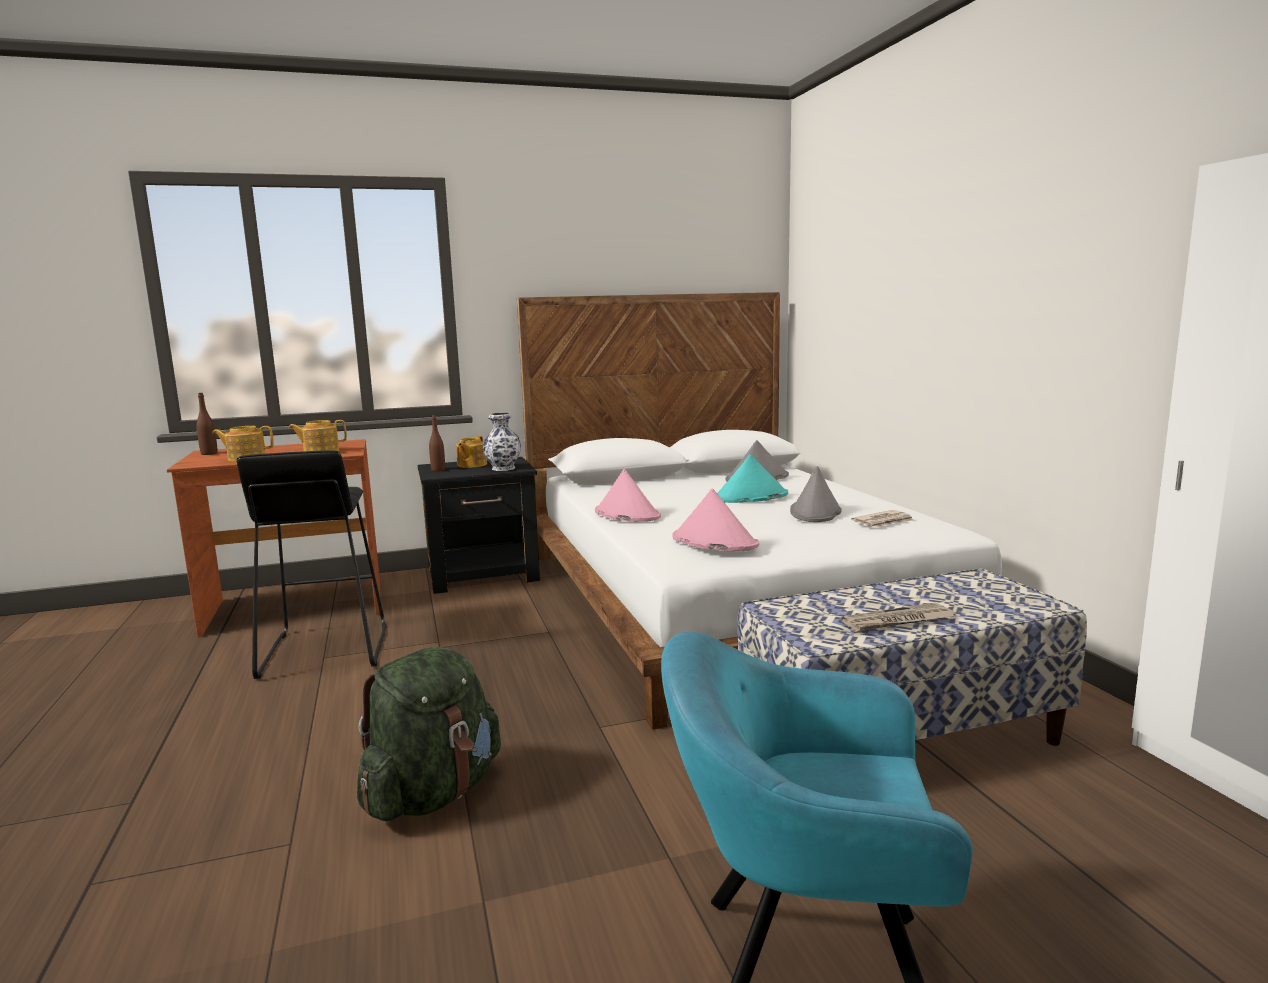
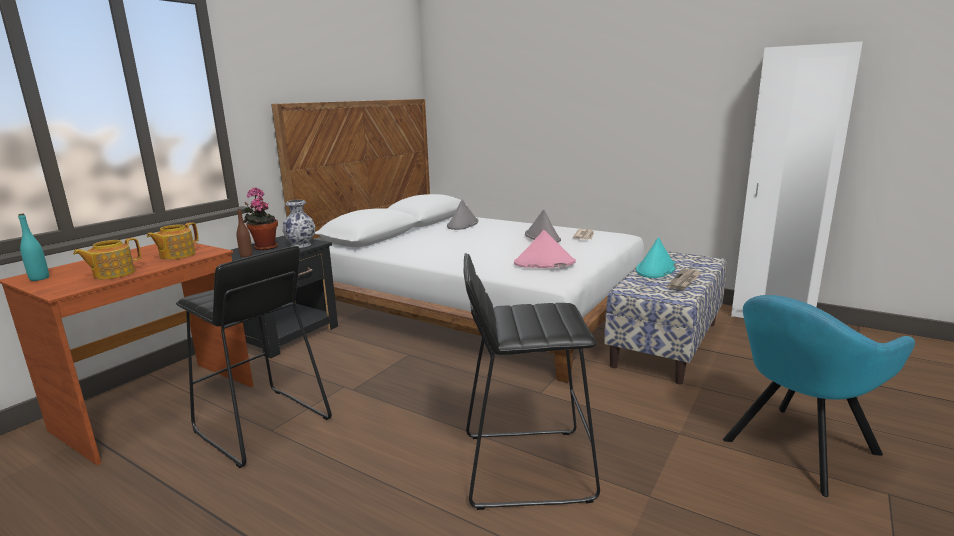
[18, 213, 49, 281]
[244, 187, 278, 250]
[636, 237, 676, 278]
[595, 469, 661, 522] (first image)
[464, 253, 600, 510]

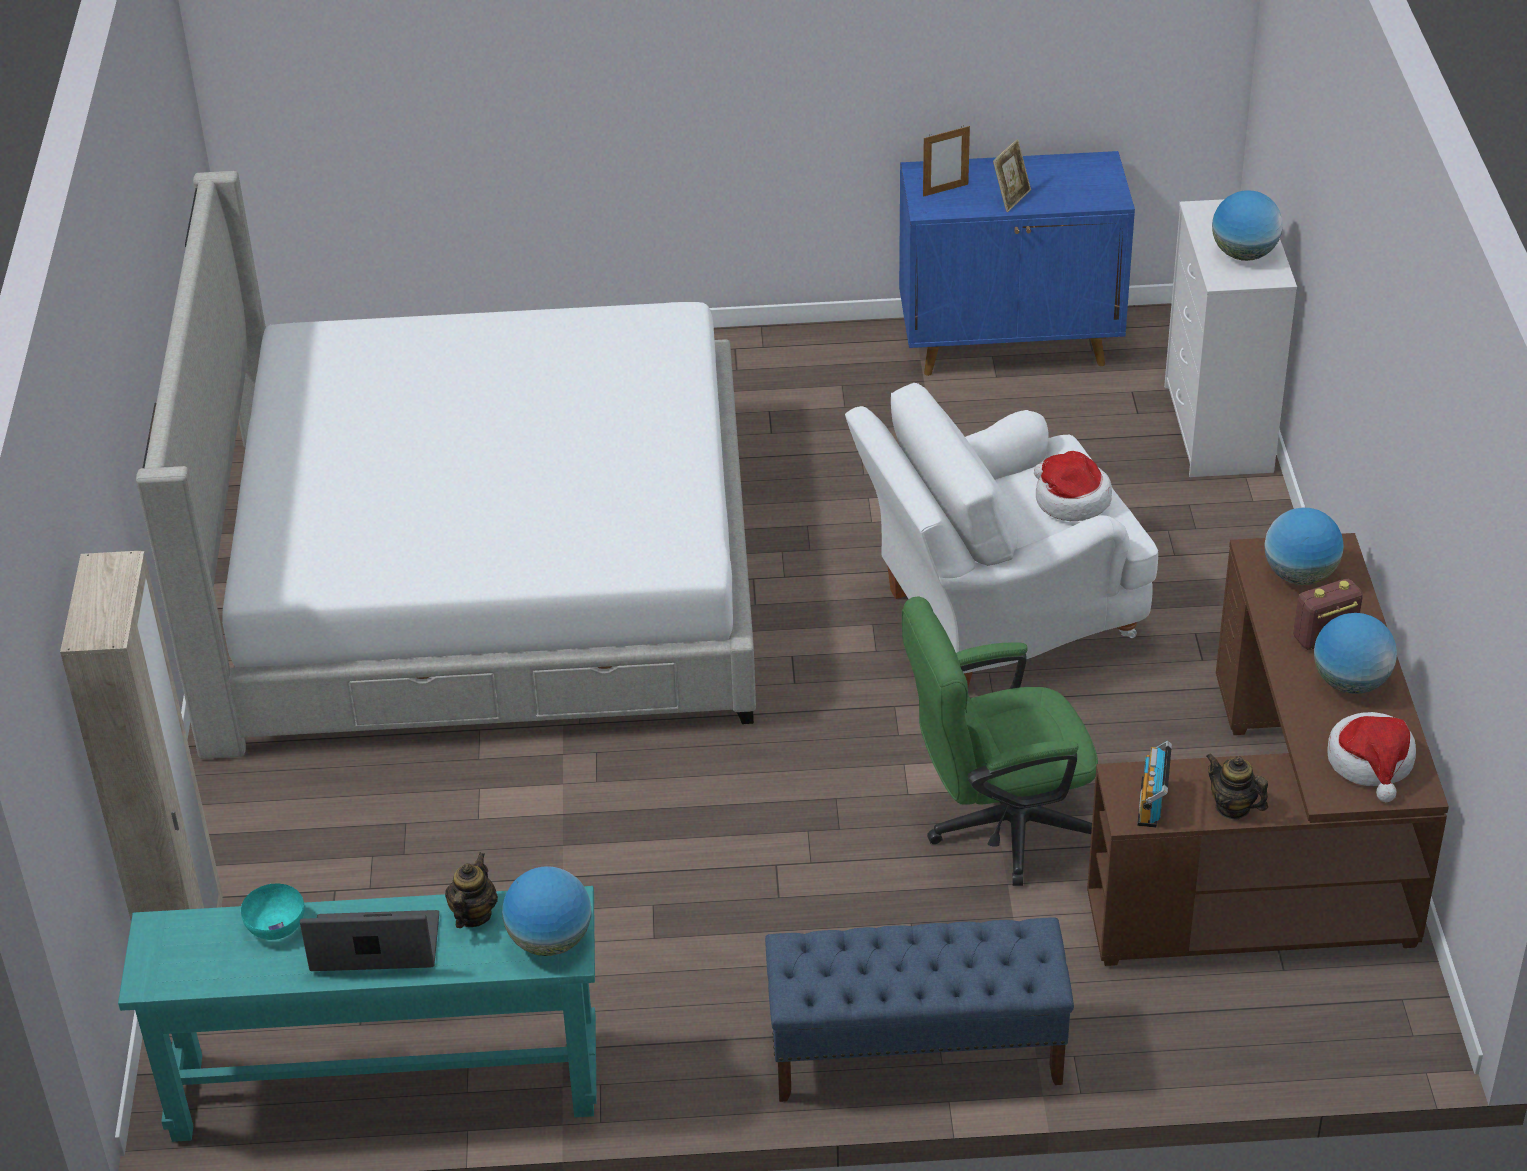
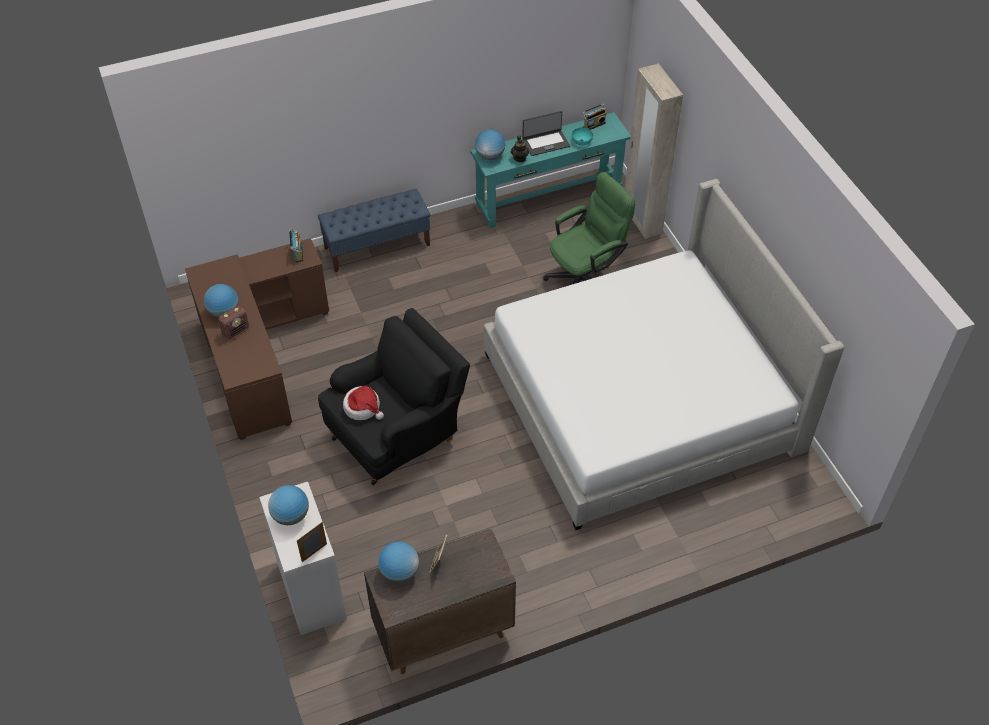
[297, 522, 327, 562]
[364, 529, 516, 674]
[318, 308, 470, 485]
[378, 542, 419, 583]
[543, 172, 635, 284]
[1328, 712, 1416, 802] (first image)
[1206, 753, 1268, 820] (first image)
[582, 104, 606, 130]

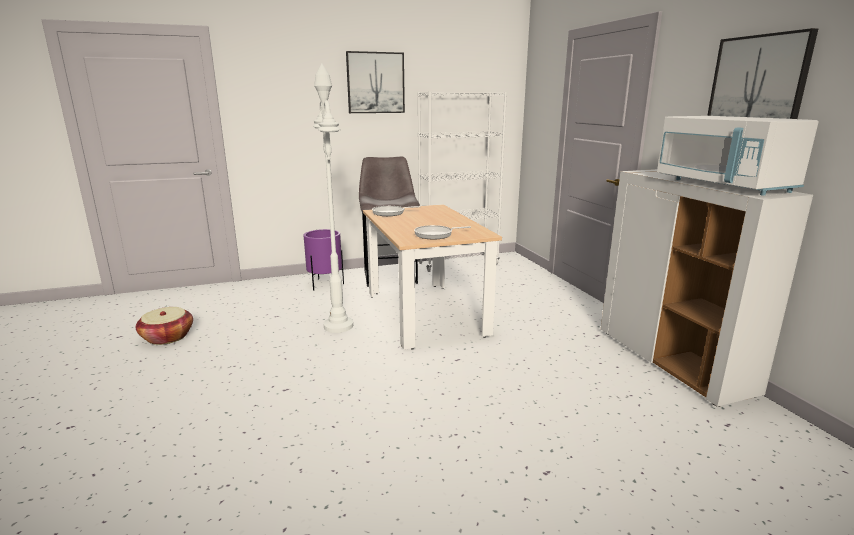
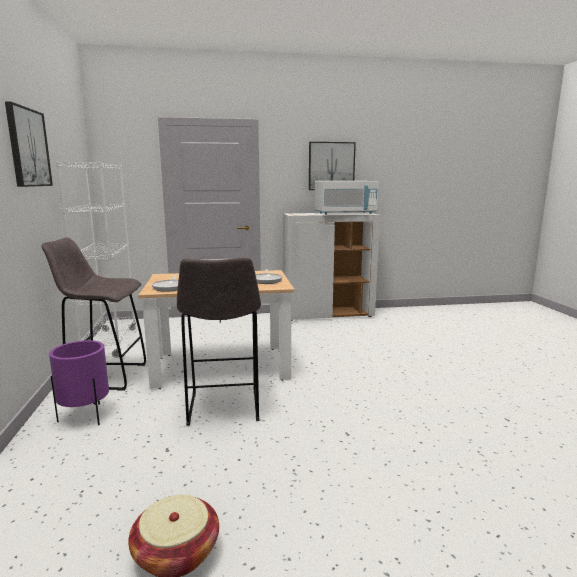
[177, 257, 261, 426]

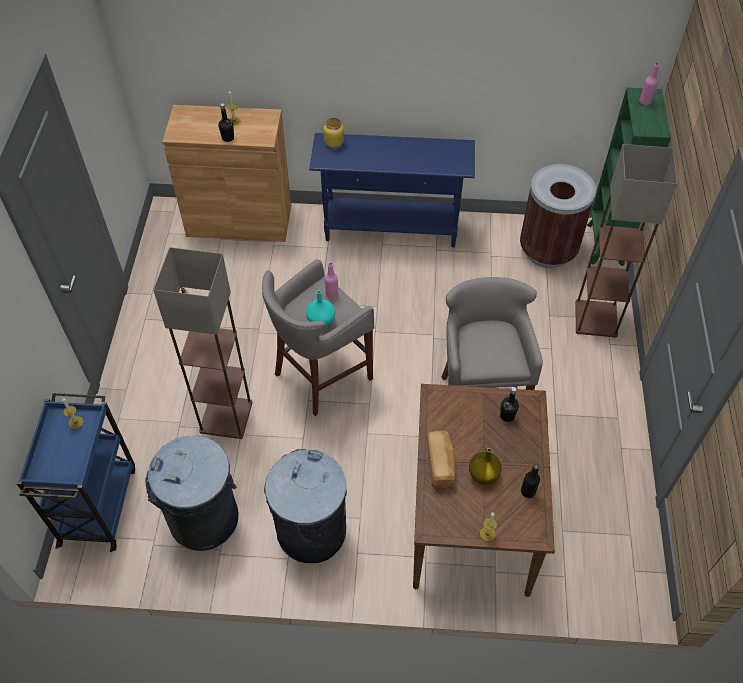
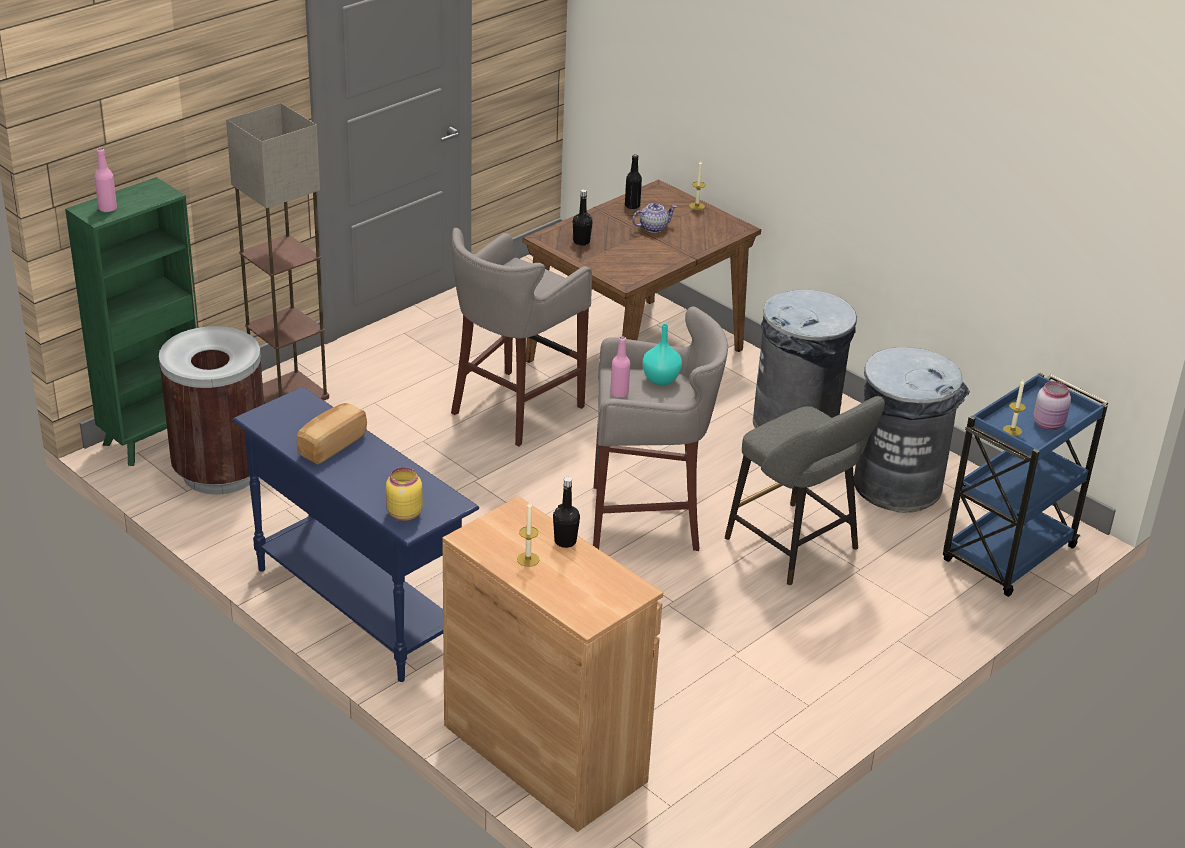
[725, 396, 885, 585]
[297, 403, 367, 465]
[632, 203, 677, 233]
[1033, 381, 1071, 430]

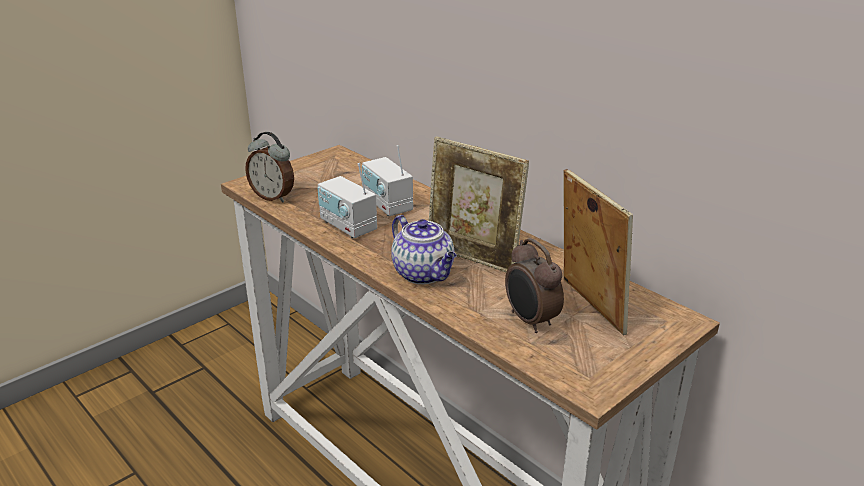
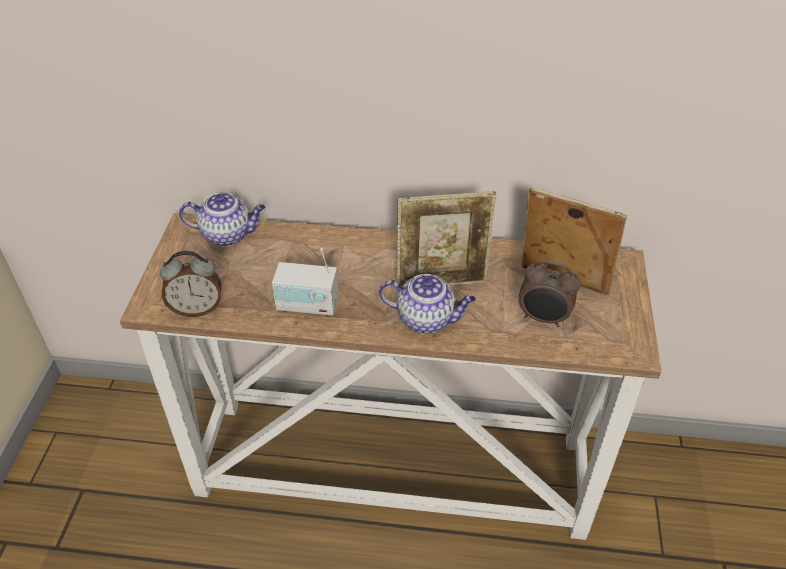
[362, 145, 413, 216] (first image)
[179, 192, 265, 246]

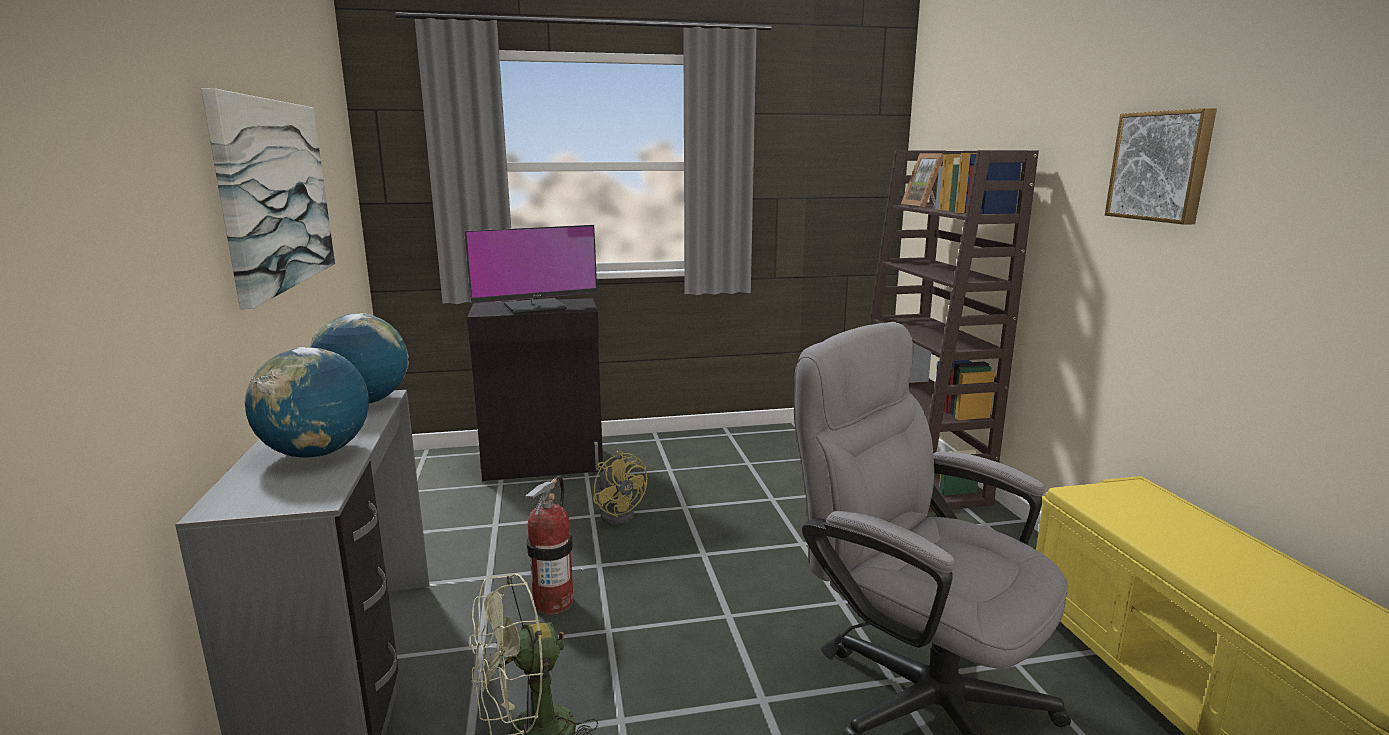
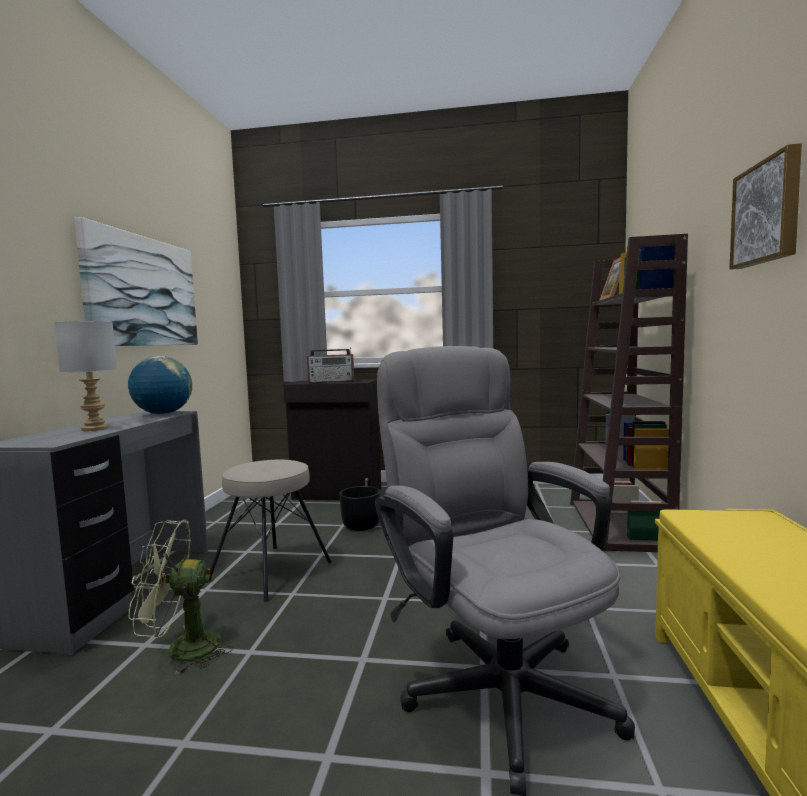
[307, 347, 354, 383]
[54, 321, 117, 431]
[339, 486, 380, 531]
[209, 460, 332, 602]

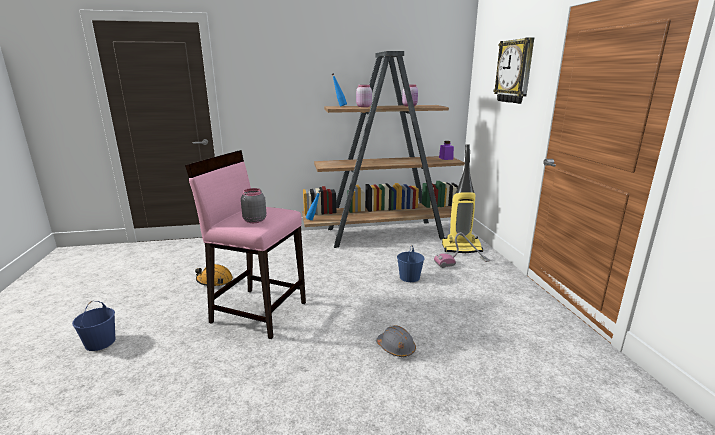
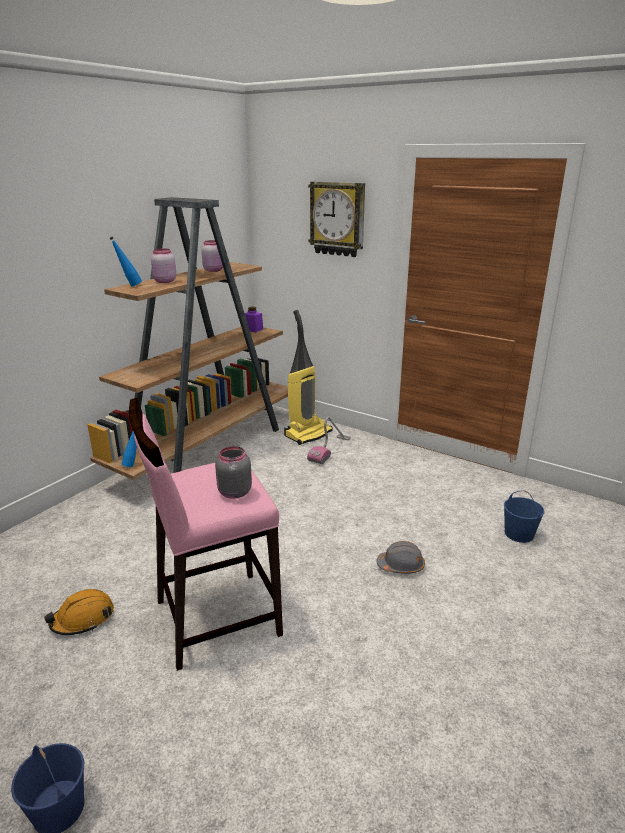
[504, 490, 544, 543]

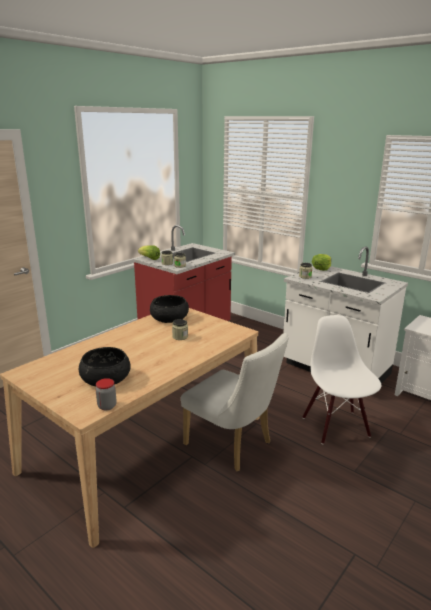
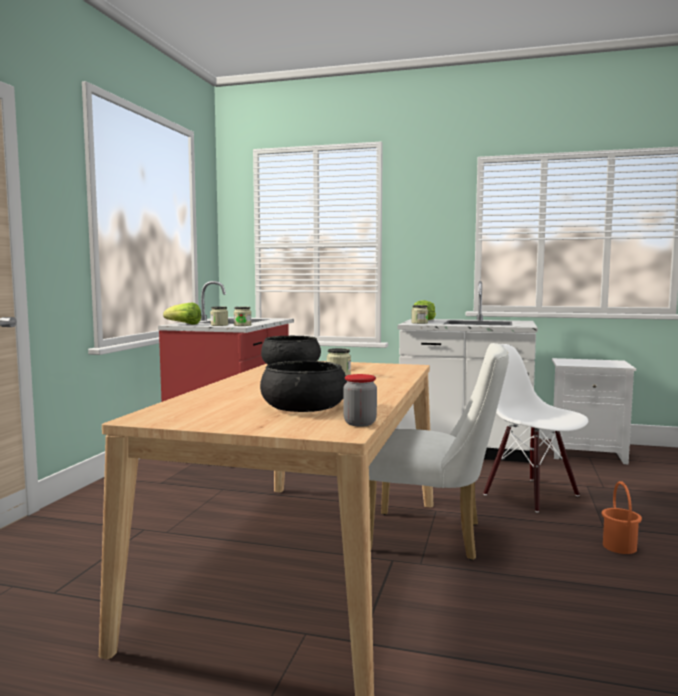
[602, 481, 642, 554]

